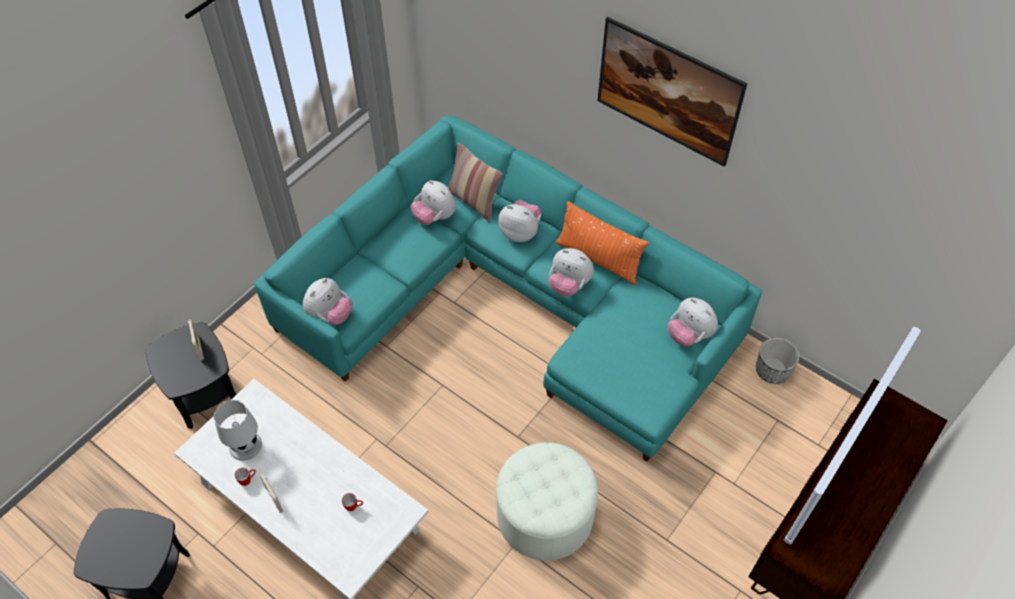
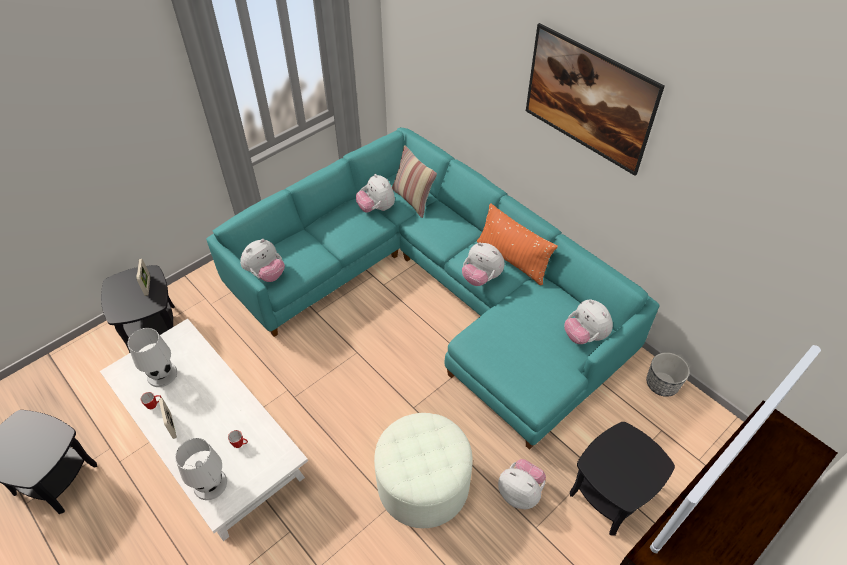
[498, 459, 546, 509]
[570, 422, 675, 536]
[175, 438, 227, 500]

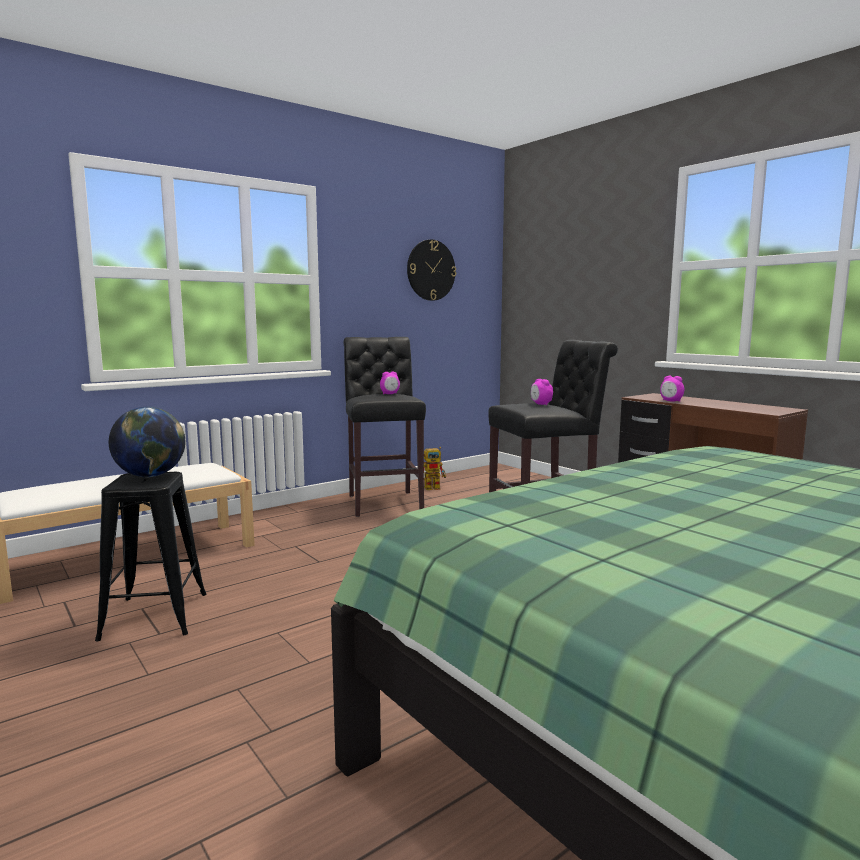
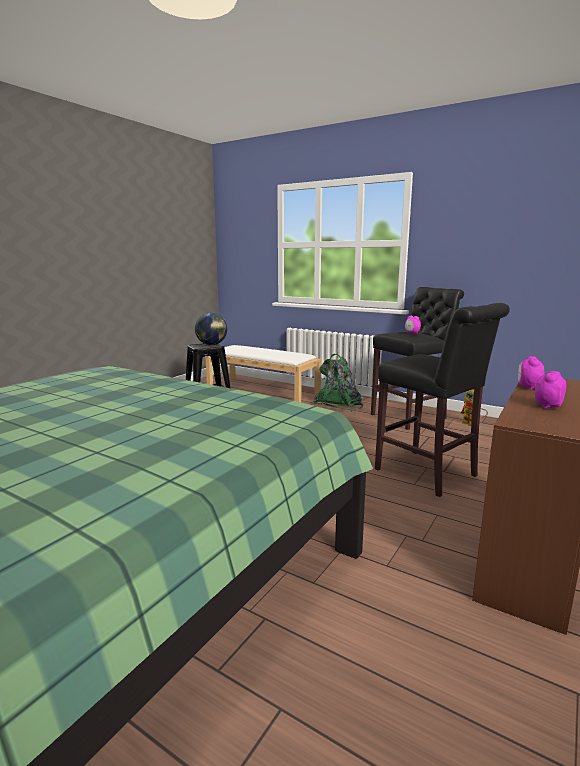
[407, 239, 456, 301] (first image)
[535, 371, 566, 409]
[313, 354, 364, 412]

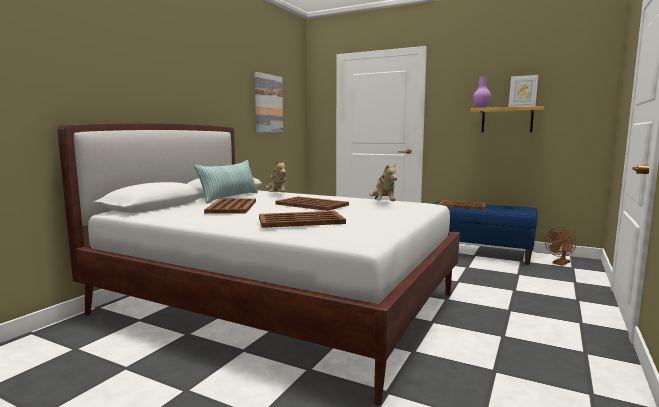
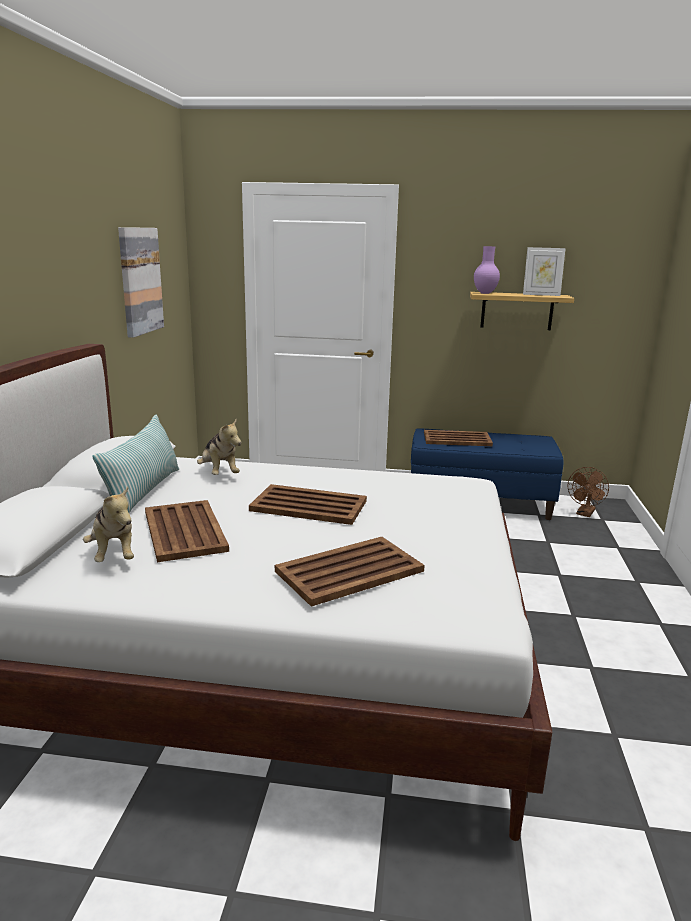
[83, 486, 134, 562]

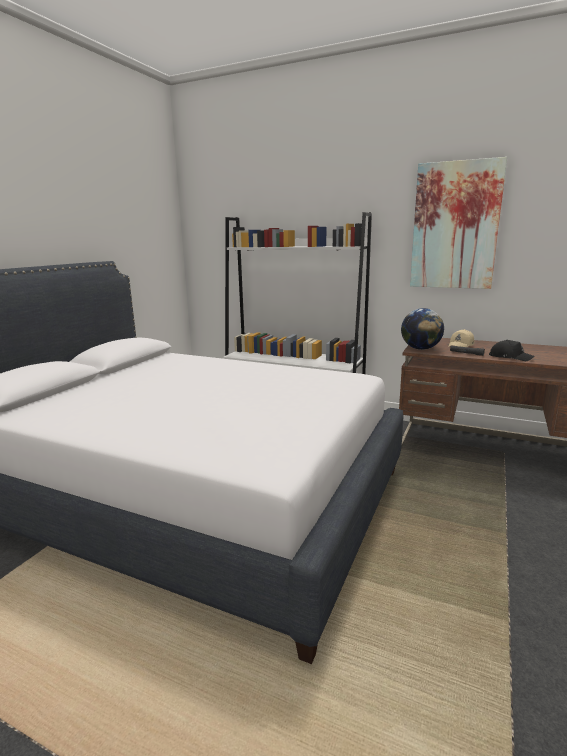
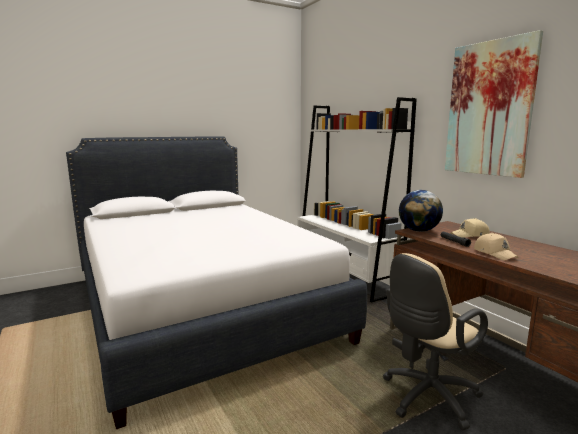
[474, 233, 518, 260]
[383, 253, 488, 430]

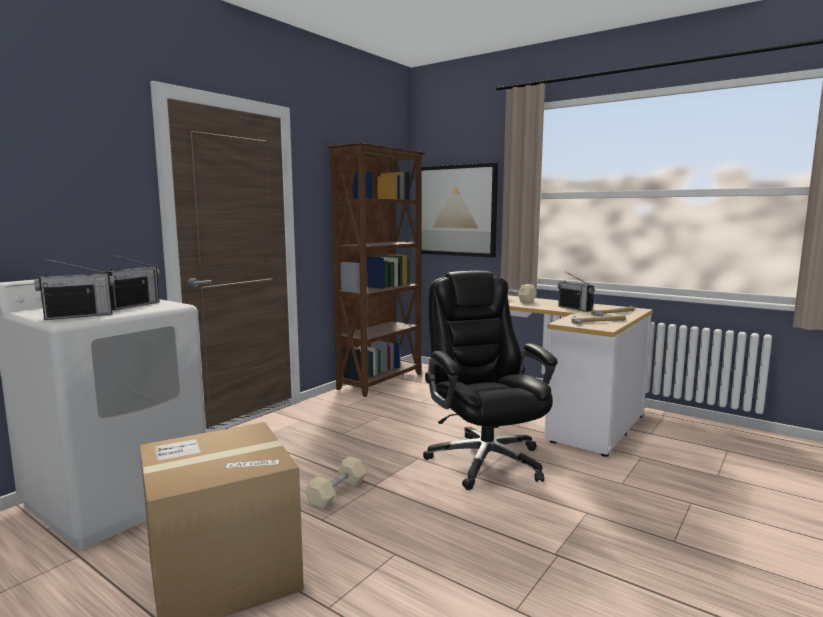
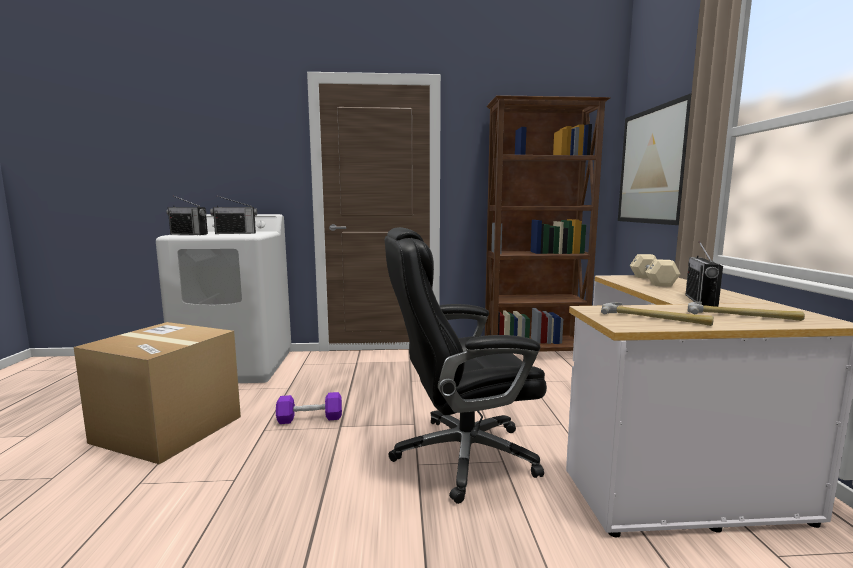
[385, 227, 547, 504]
[276, 392, 342, 424]

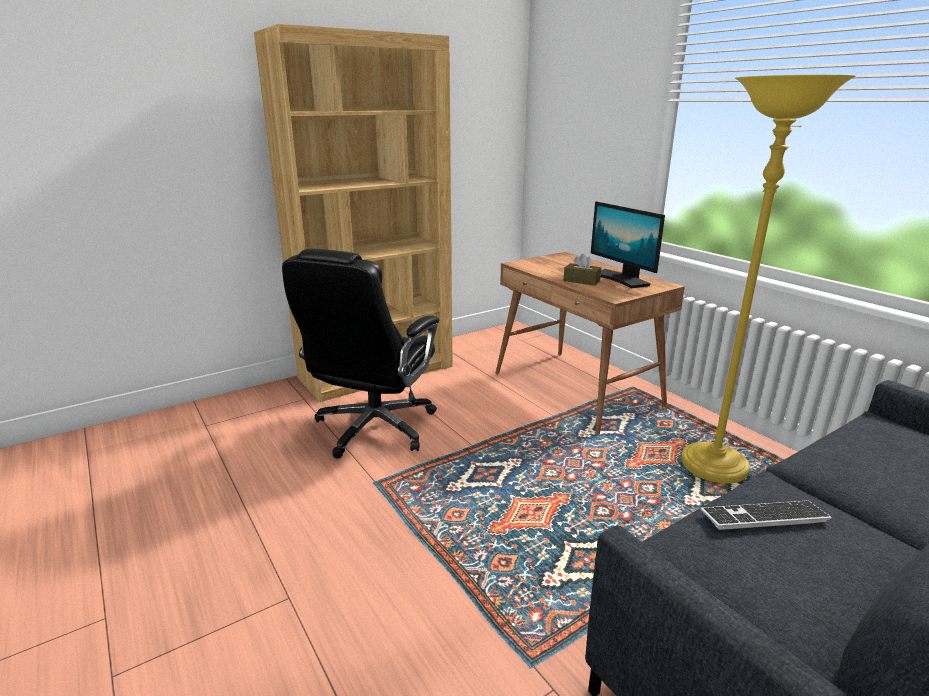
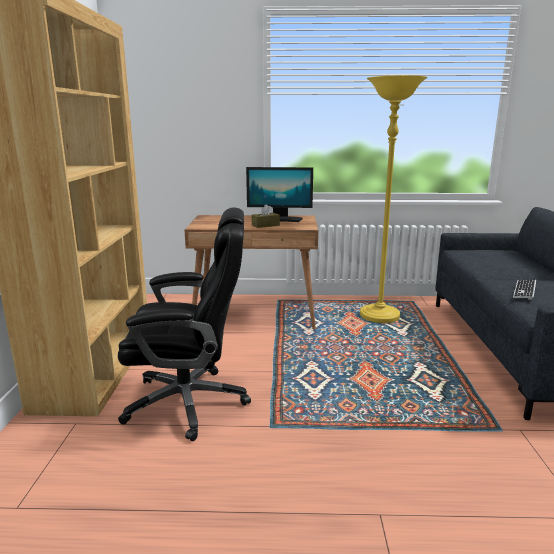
[118, 207, 251, 441]

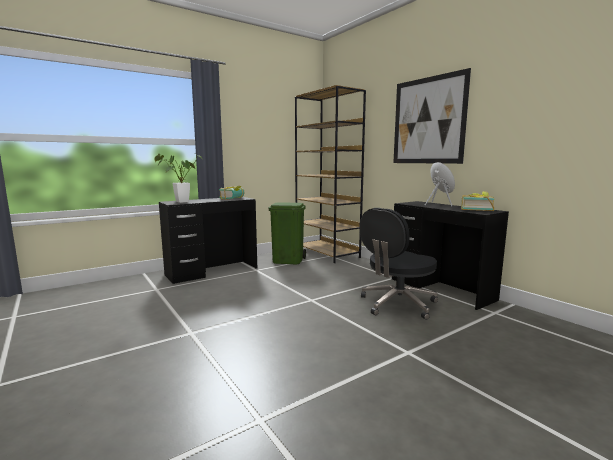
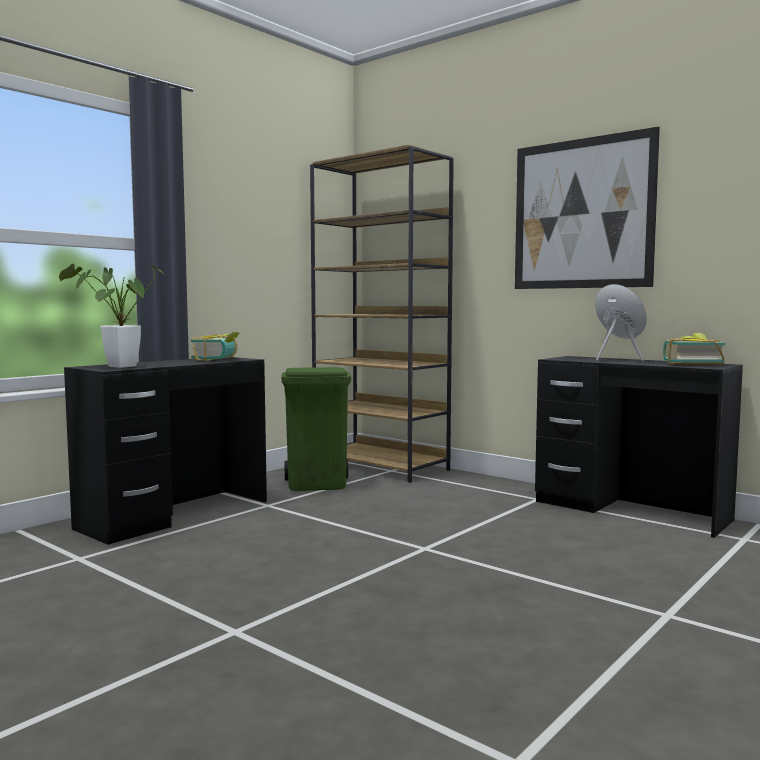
[360, 208, 438, 320] (first image)

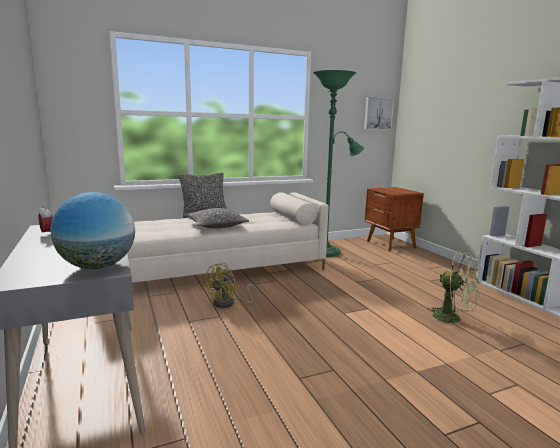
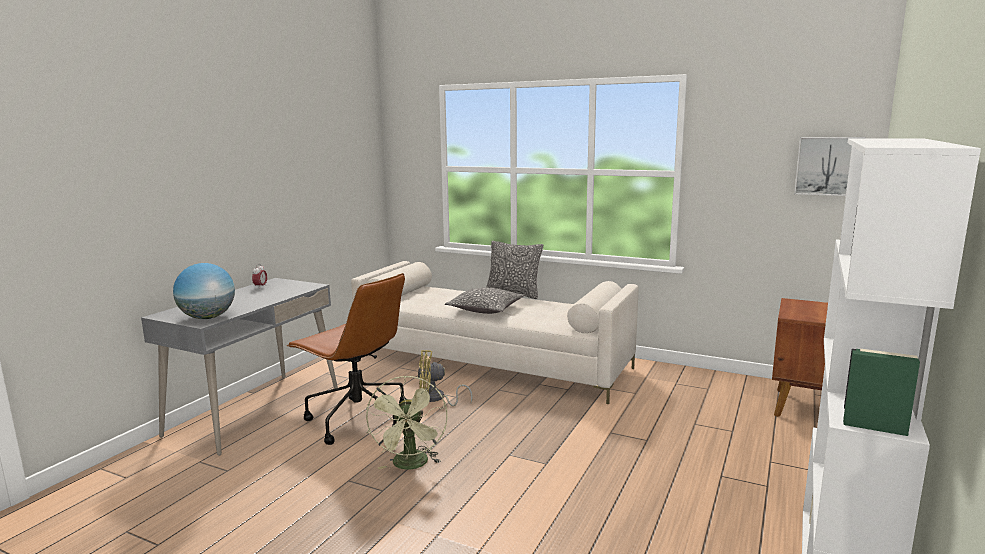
[313, 70, 364, 257] (first image)
[366, 376, 448, 470]
[287, 273, 406, 445]

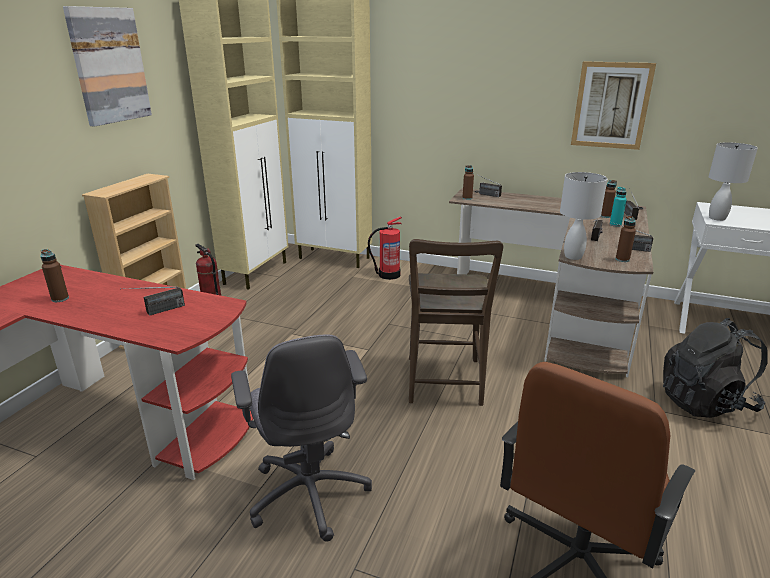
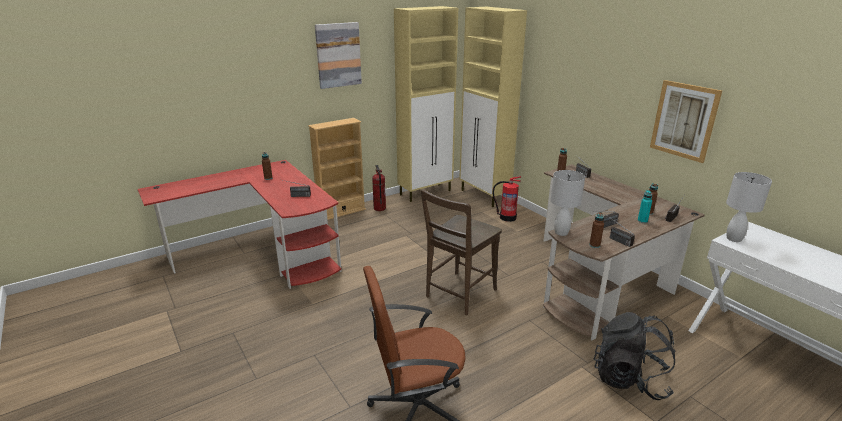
[231, 335, 372, 542] (first image)

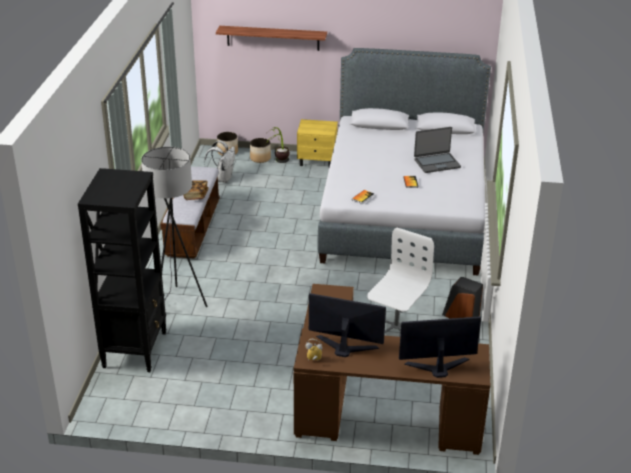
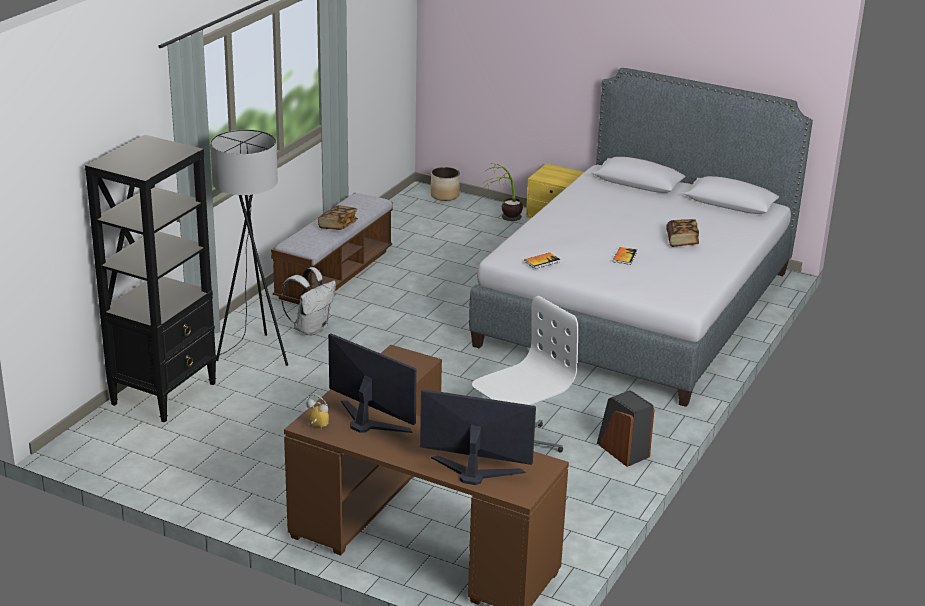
[216, 26, 327, 51] (first image)
[666, 219, 699, 247]
[250, 138, 271, 163] (first image)
[281, 267, 336, 336]

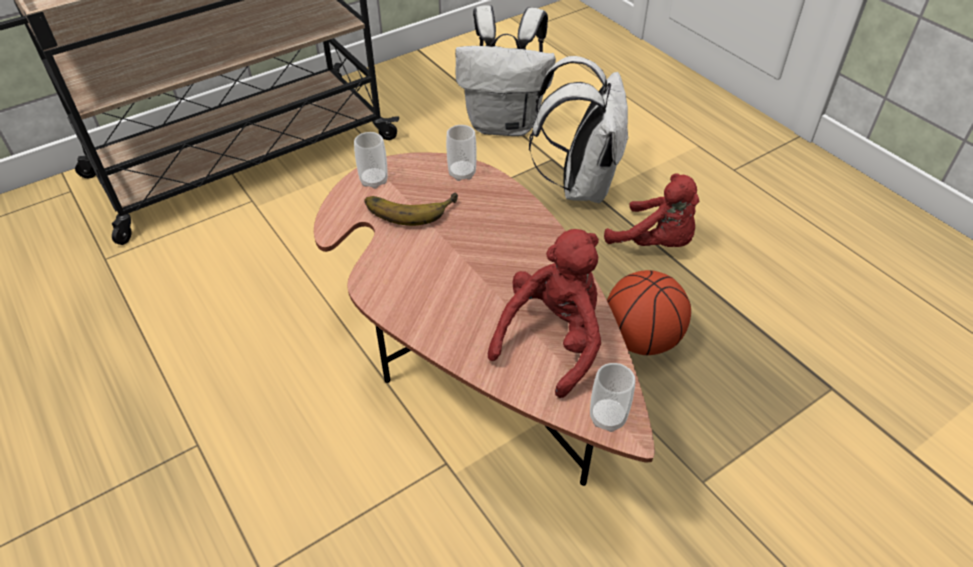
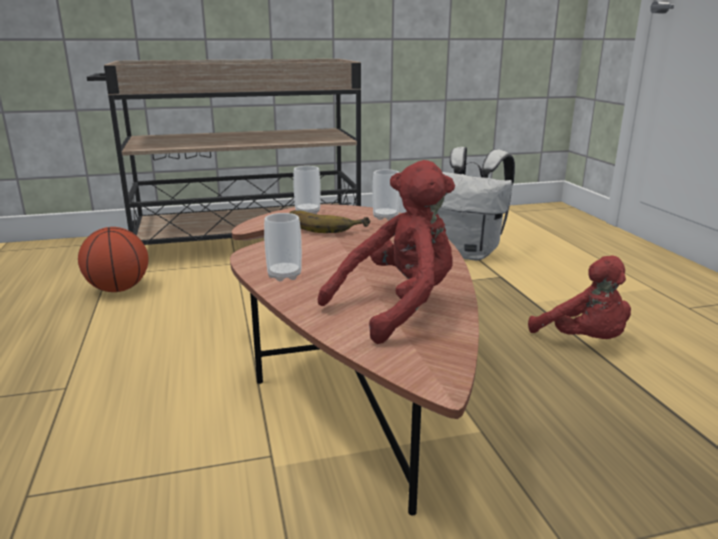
[529, 56, 629, 203] (first image)
[78, 227, 148, 292]
[264, 213, 302, 281]

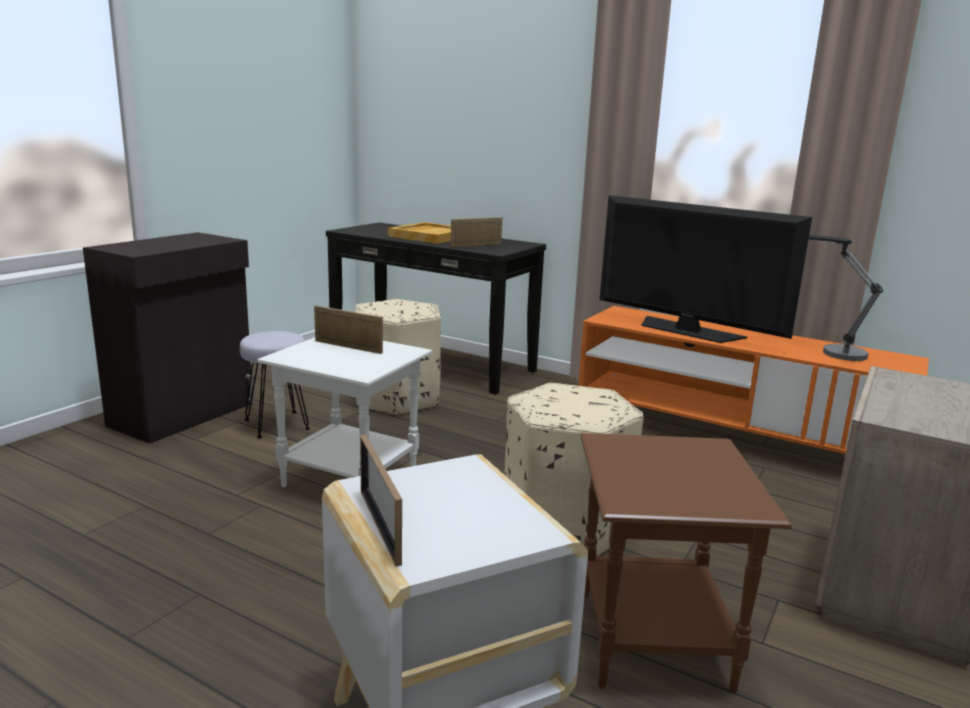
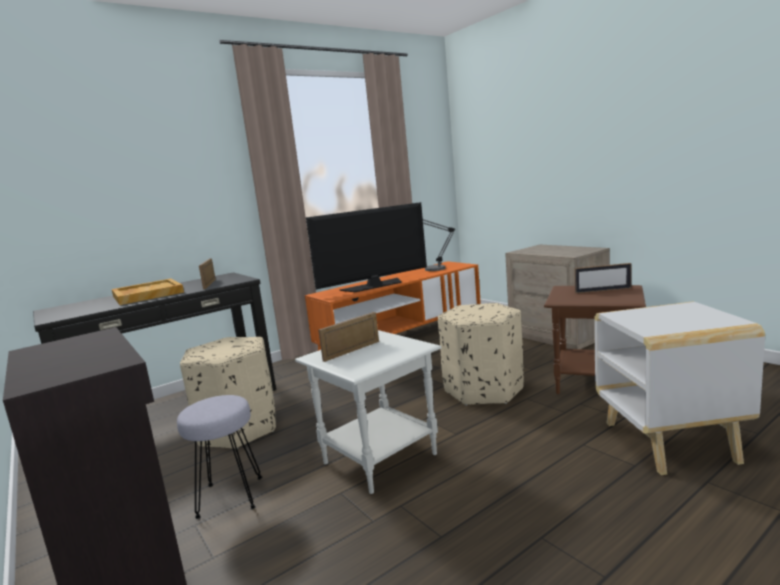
[574, 263, 632, 293]

